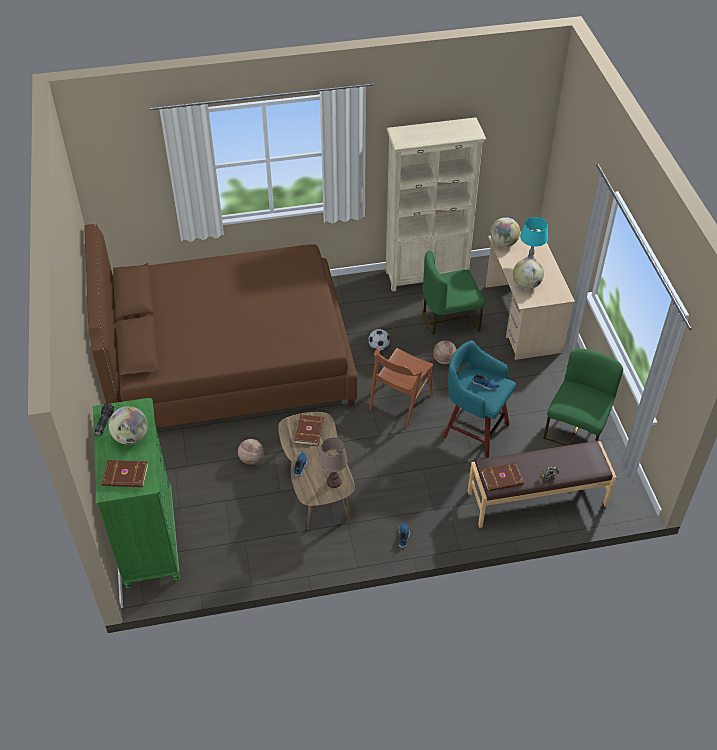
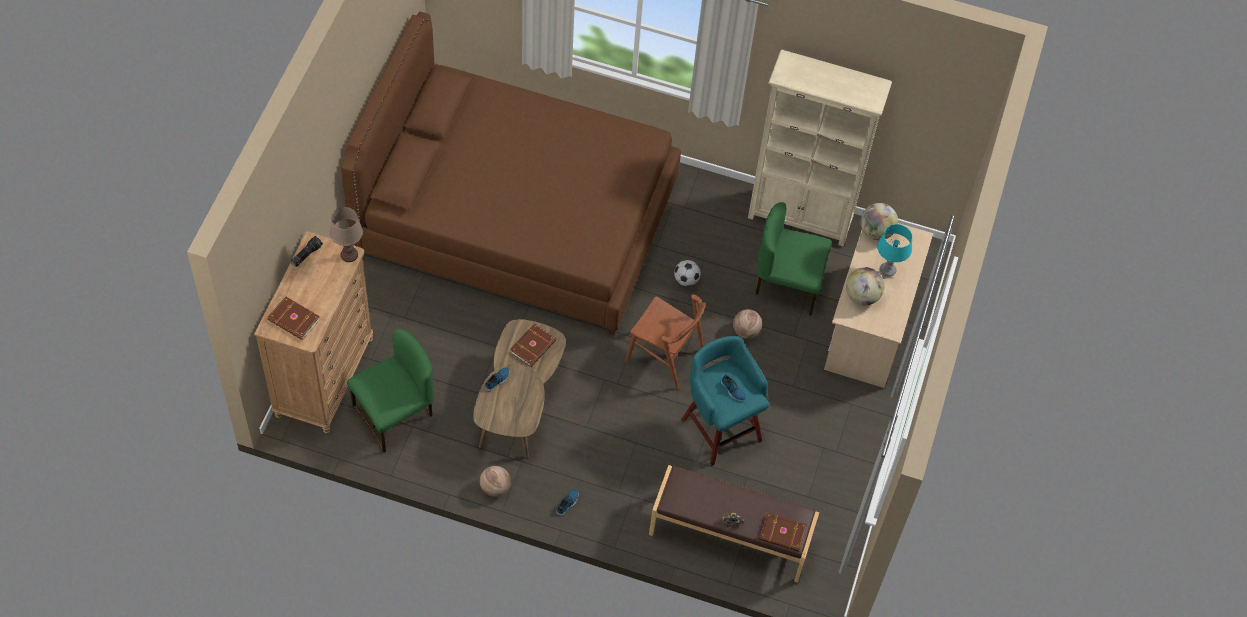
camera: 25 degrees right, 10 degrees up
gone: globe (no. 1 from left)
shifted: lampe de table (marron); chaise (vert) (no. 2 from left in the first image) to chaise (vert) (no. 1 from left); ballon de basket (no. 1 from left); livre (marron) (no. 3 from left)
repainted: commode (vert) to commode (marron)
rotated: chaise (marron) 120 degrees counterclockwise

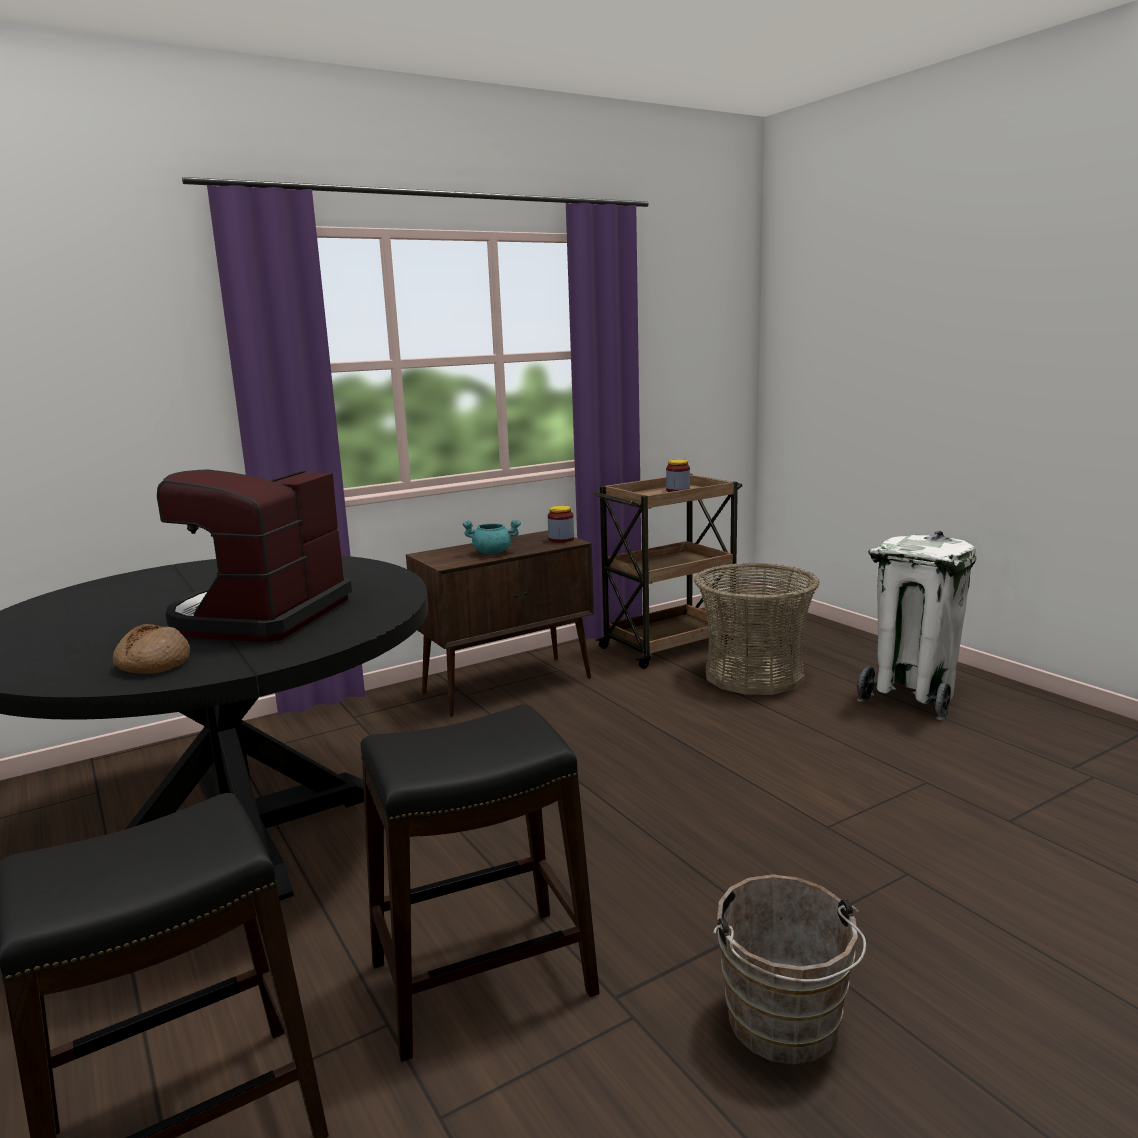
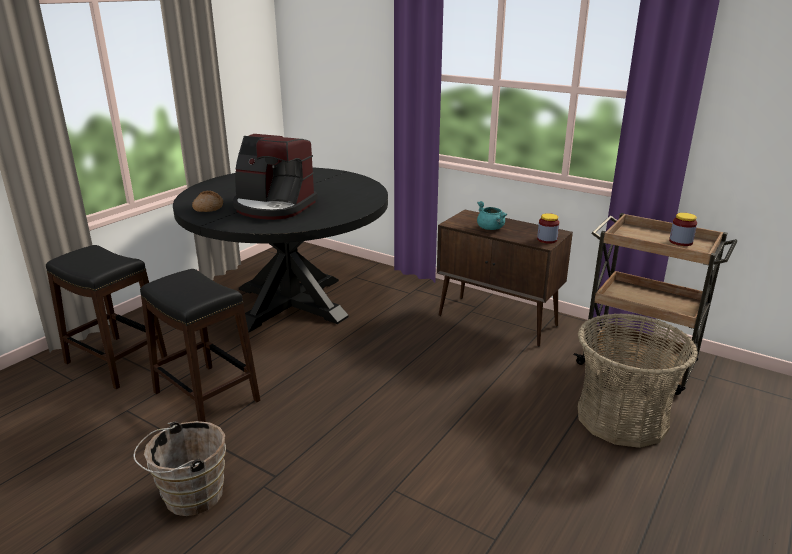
camera: 65 degrees right, 10 degrees up
gone: poubelle (blanc)
rotated: machine à café 150 degrees counterclockwise

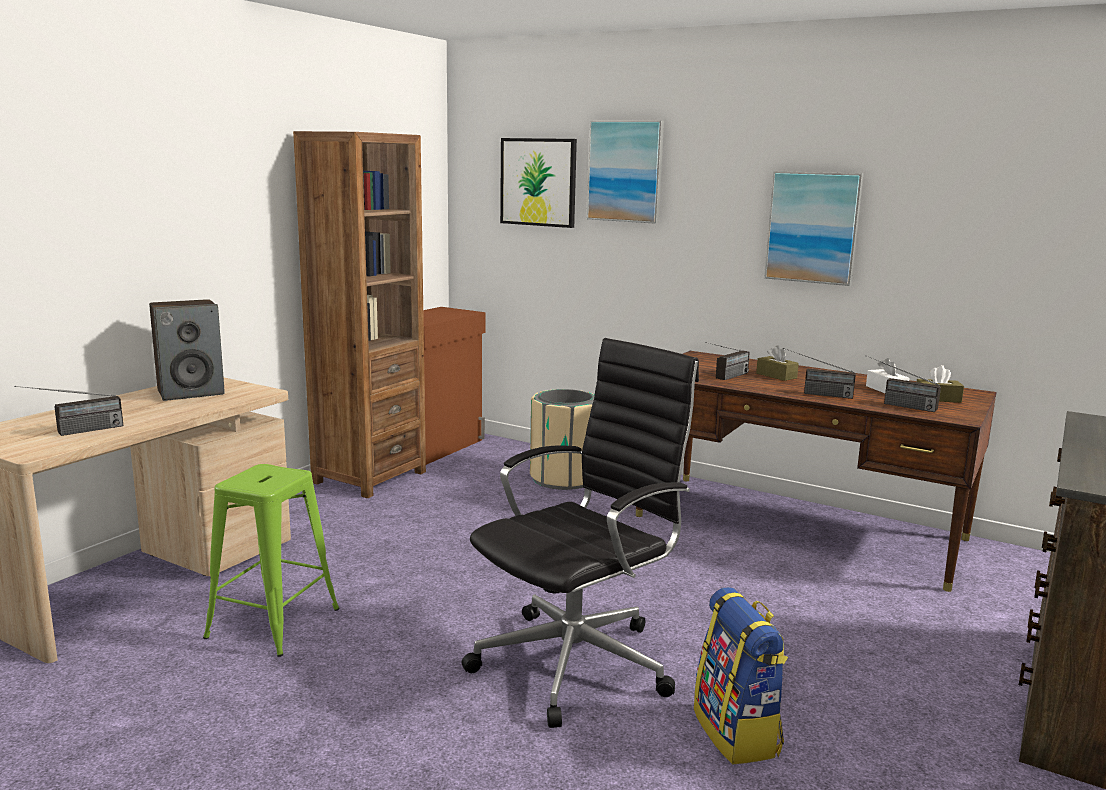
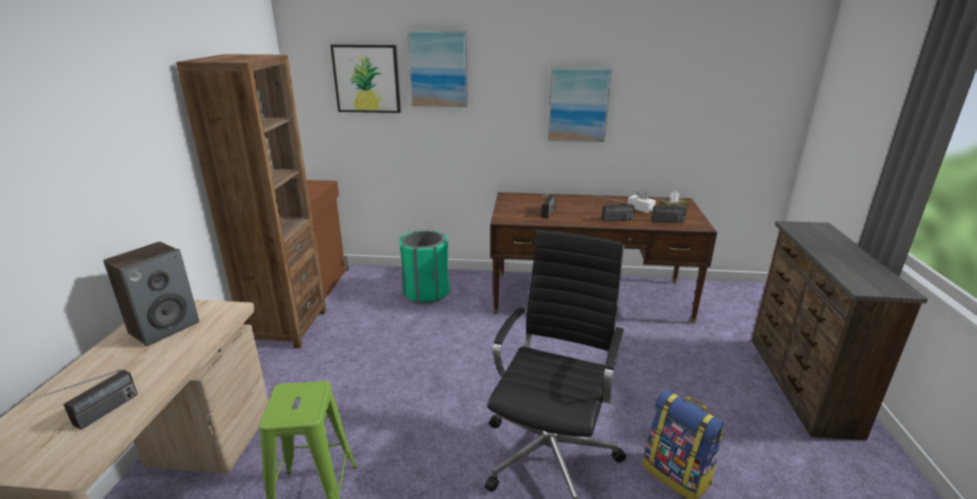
camera: 25 degrees left, 10 degrees up
gone: boîte à mouchoirs (marron) (no. 1 from left)
repainted: poubelle (beige) to poubelle (vert)

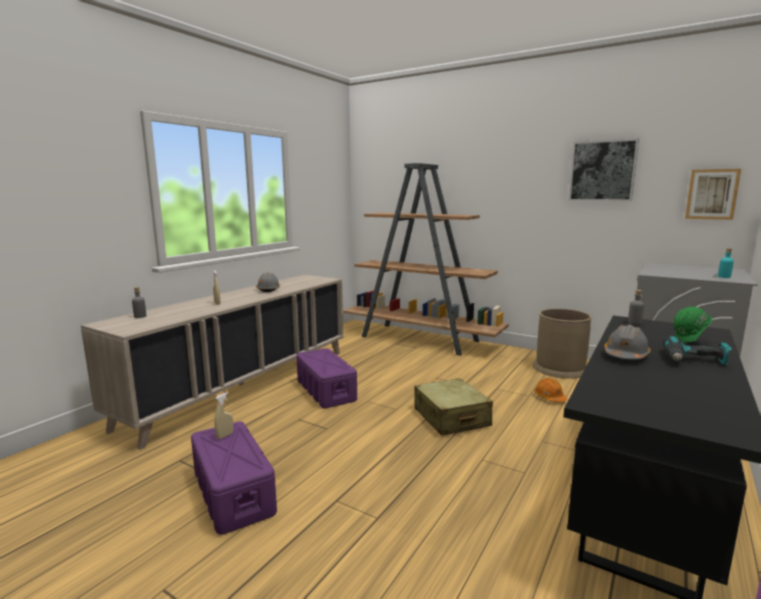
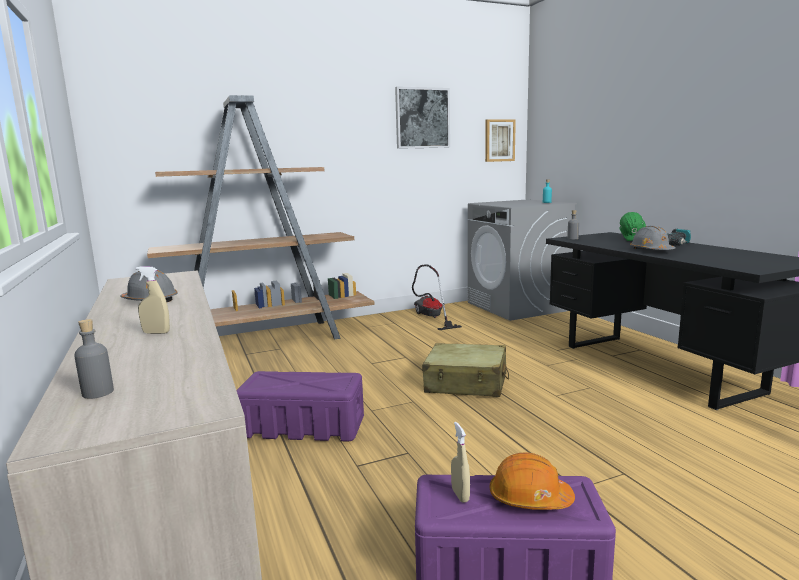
camera: 55 degrees left, 0 degrees up
shifted: casque de chantier (orange)
swapped: poubelle (marron) to aspirateur

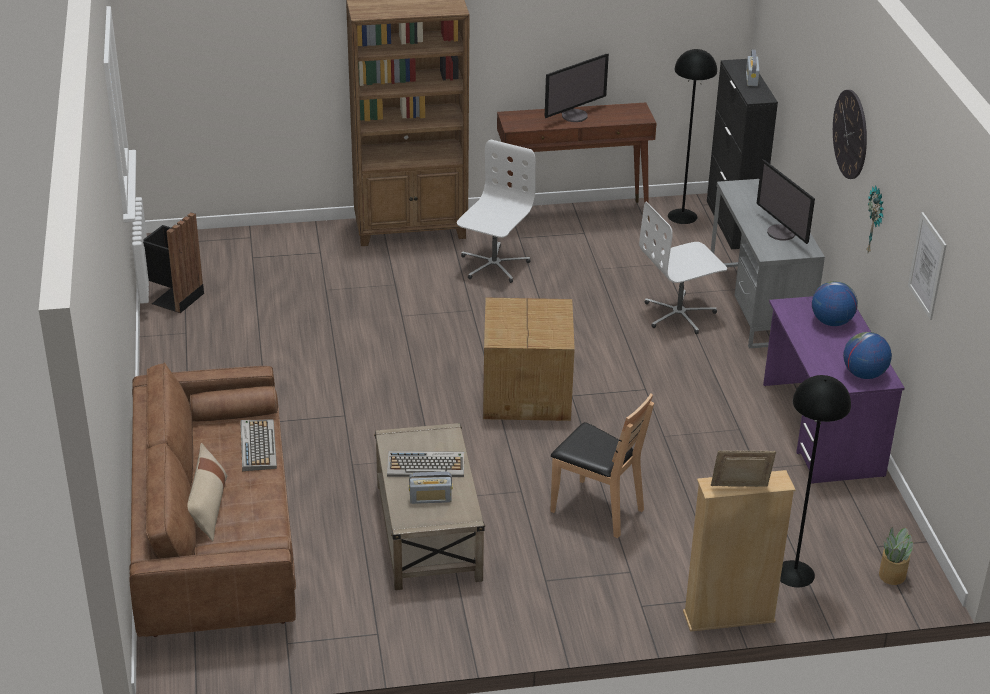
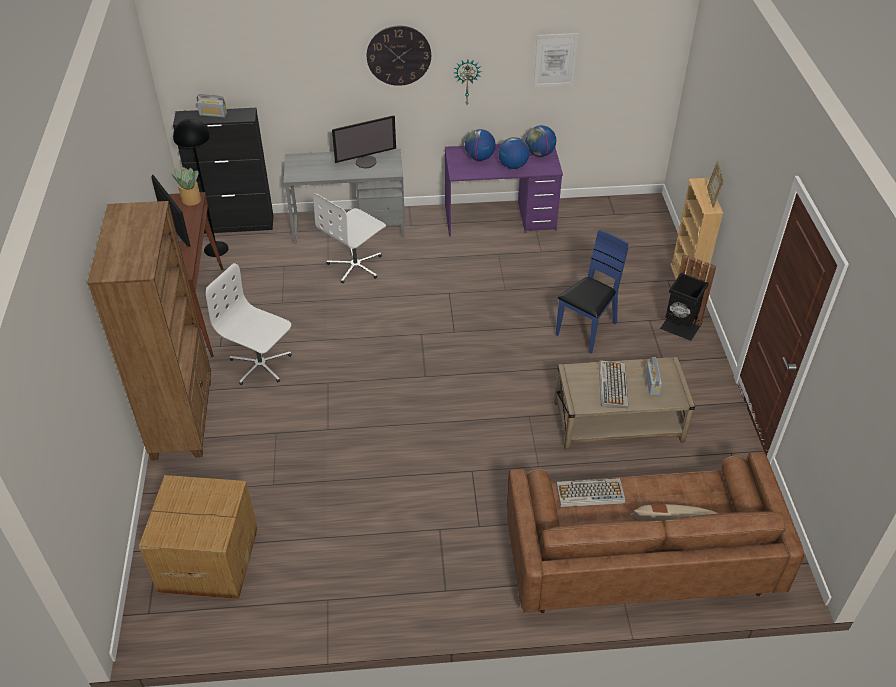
camera: 85 degrees left, 10 degrees up
gone: lampadaire (noir) (no. 2 from left)
new: globe (no. 2 from left)
shifted: carton; plante en pot; poubelle (noir)
repainted: chaise (marron) to chaise (bleu)
rotated: chaise de bureau (blanc) (no. 2 from left) 60 degrees clockwise

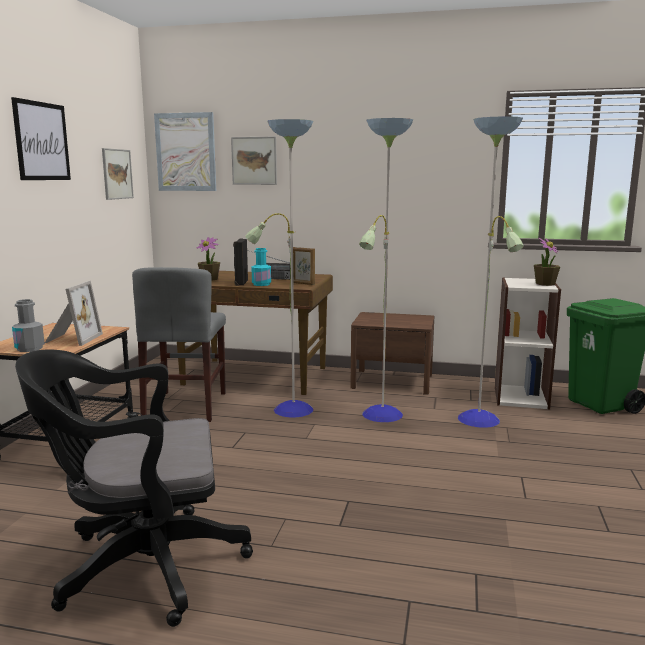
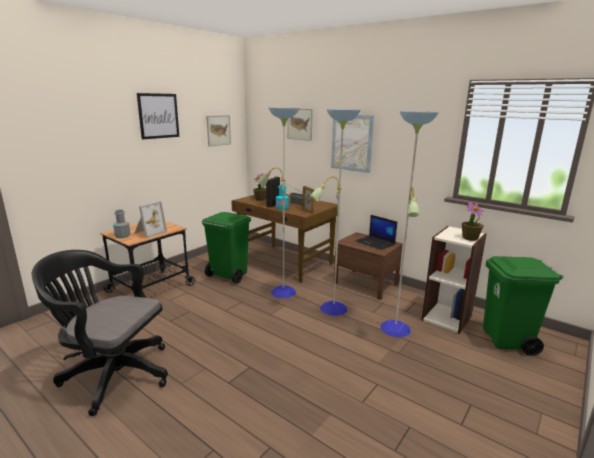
camera: 25 degrees right, 5 degrees up
new: ordinateur portable
shifted: tableau (no. 3 from left in the first image) to tableau (no. 4 from left)
swapped: chaise (gris) to poubelle (vert) (no. 1 from left)

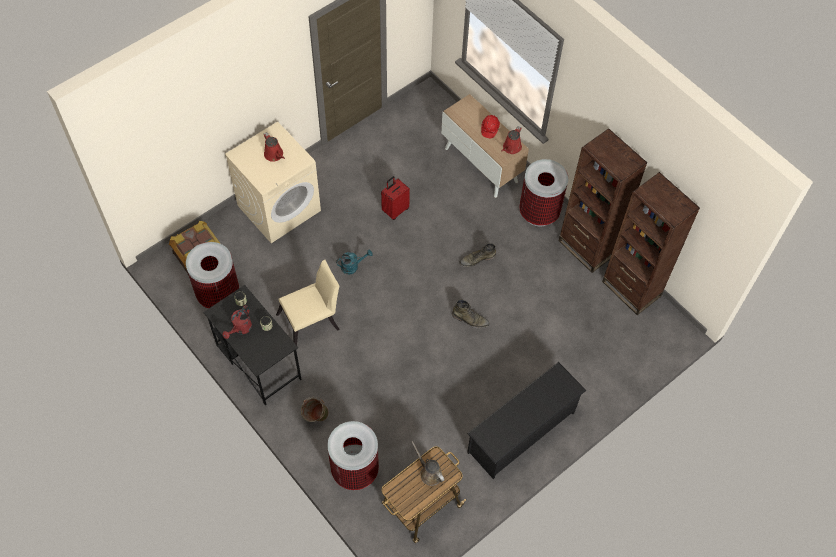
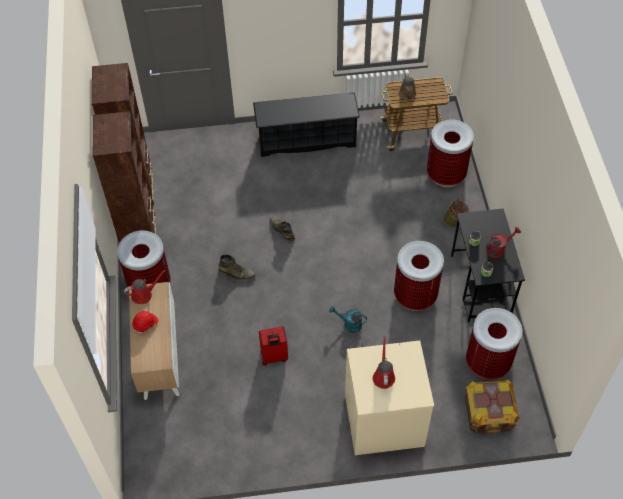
camera: 145 degrees left, 5 degrees down
swapped: chaise (beige) to poubelle (no. 2 from left)

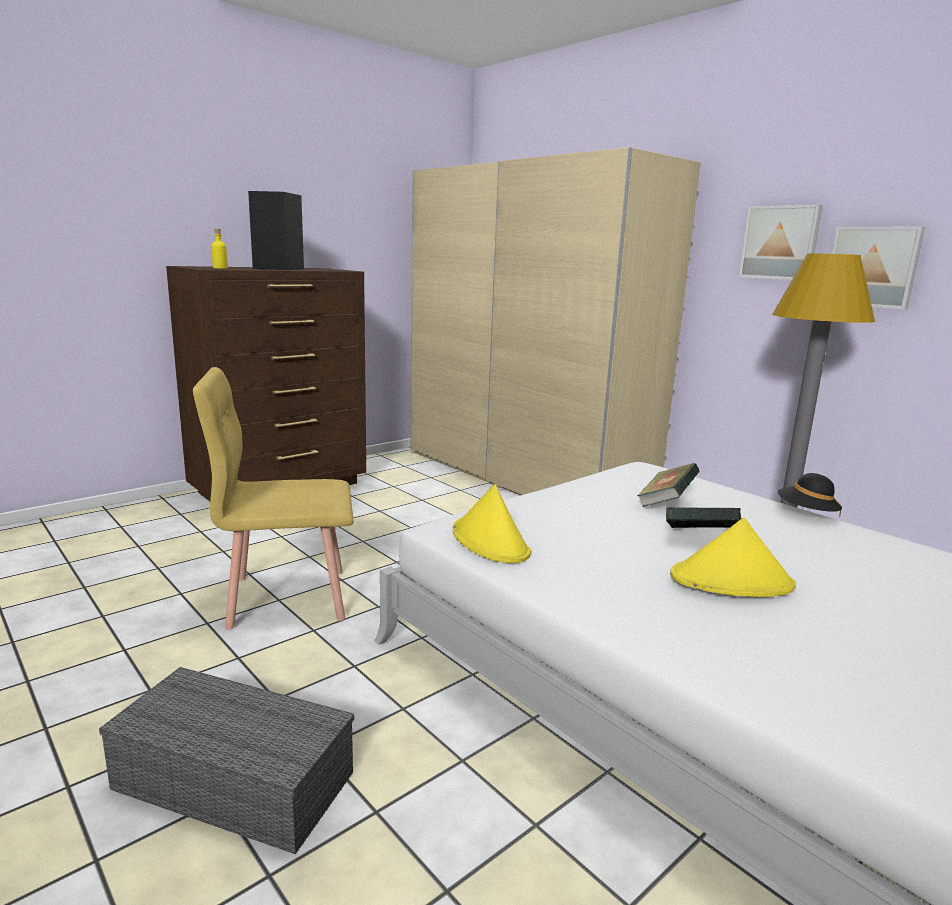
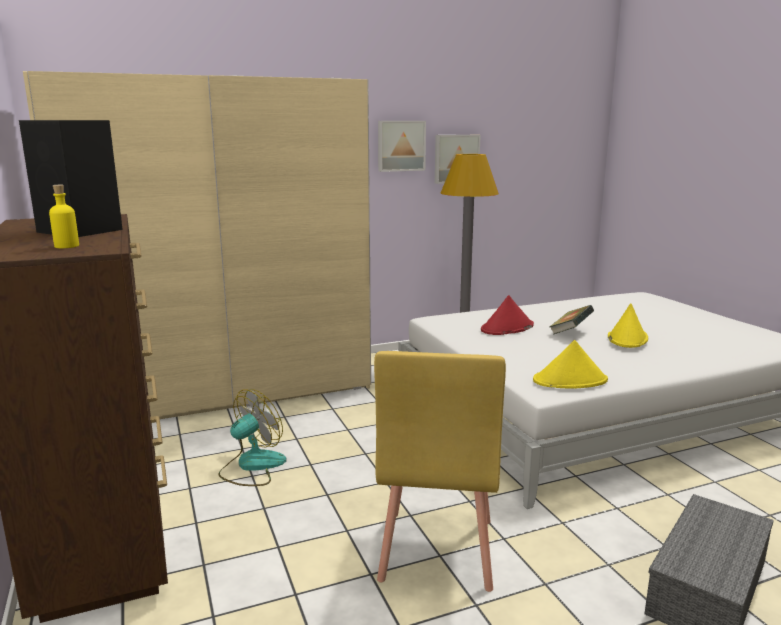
camera: 70 degrees left, 0 degrees up
gone: chapeau (noir)
new: ventilateur
swapped: livre (no. 1 from left) to chapeau (rouge)

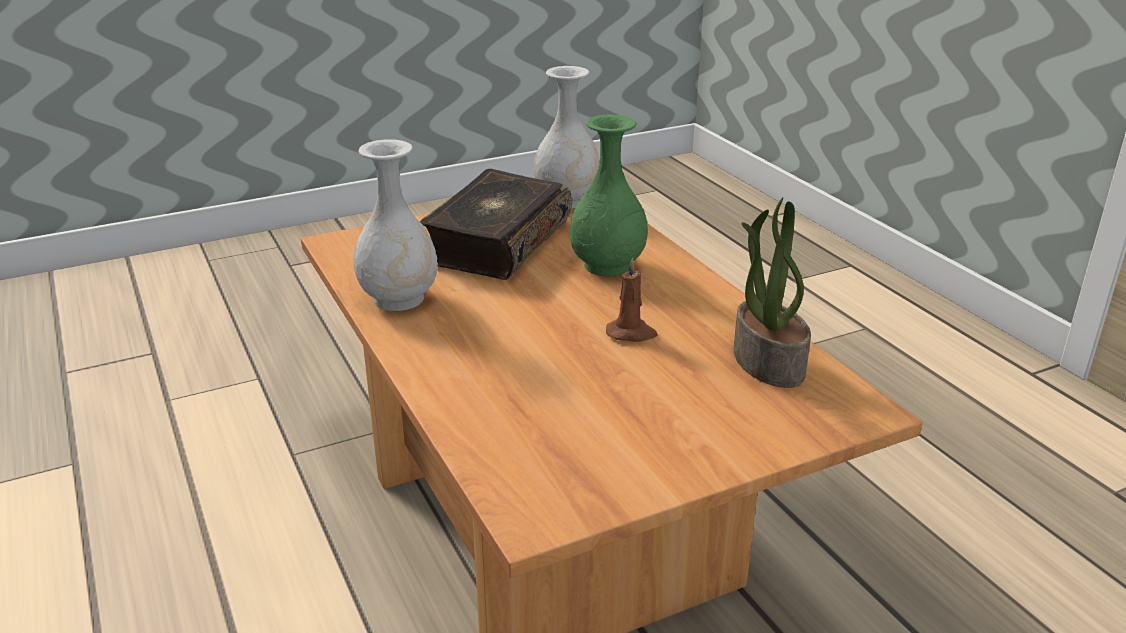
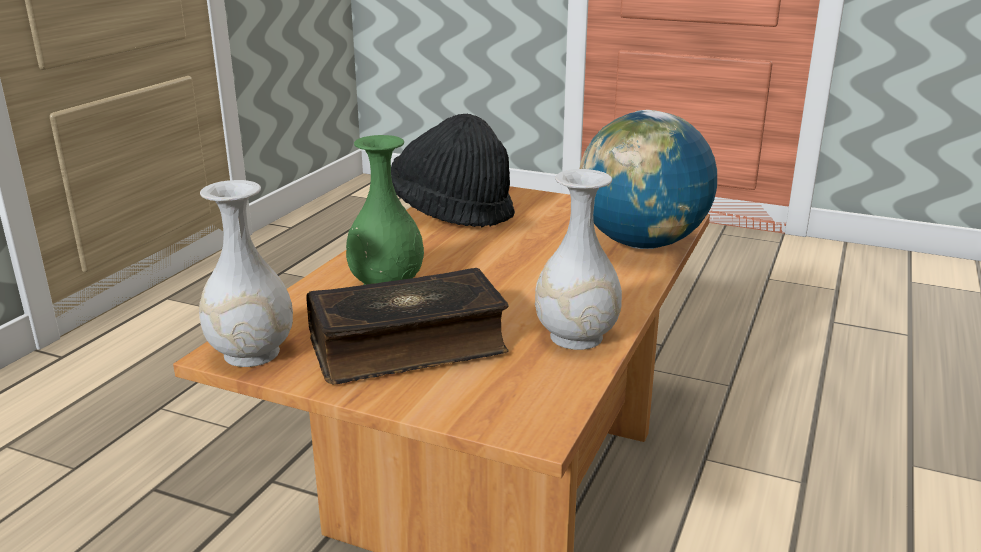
camera: 130 degrees left, 5 degrees down
gone: bougie (marron)
new: globe
swapped: plante en pot to chapeau (noir)

